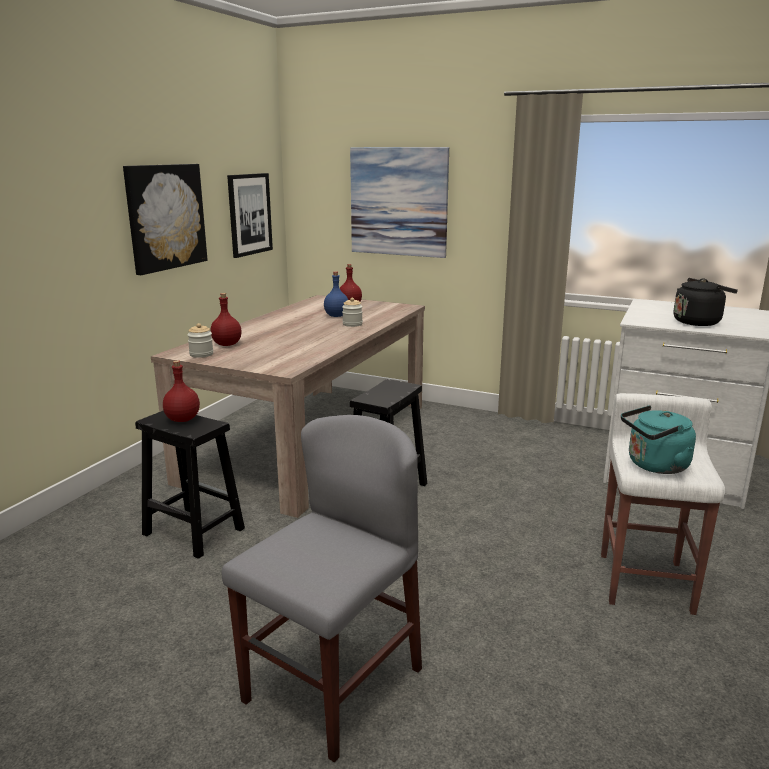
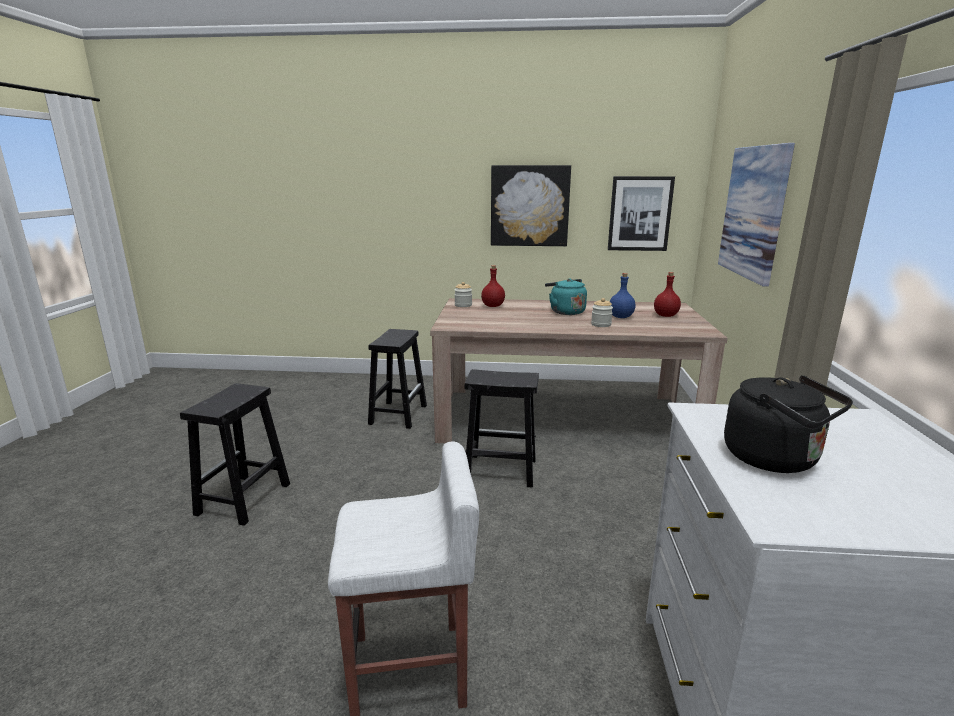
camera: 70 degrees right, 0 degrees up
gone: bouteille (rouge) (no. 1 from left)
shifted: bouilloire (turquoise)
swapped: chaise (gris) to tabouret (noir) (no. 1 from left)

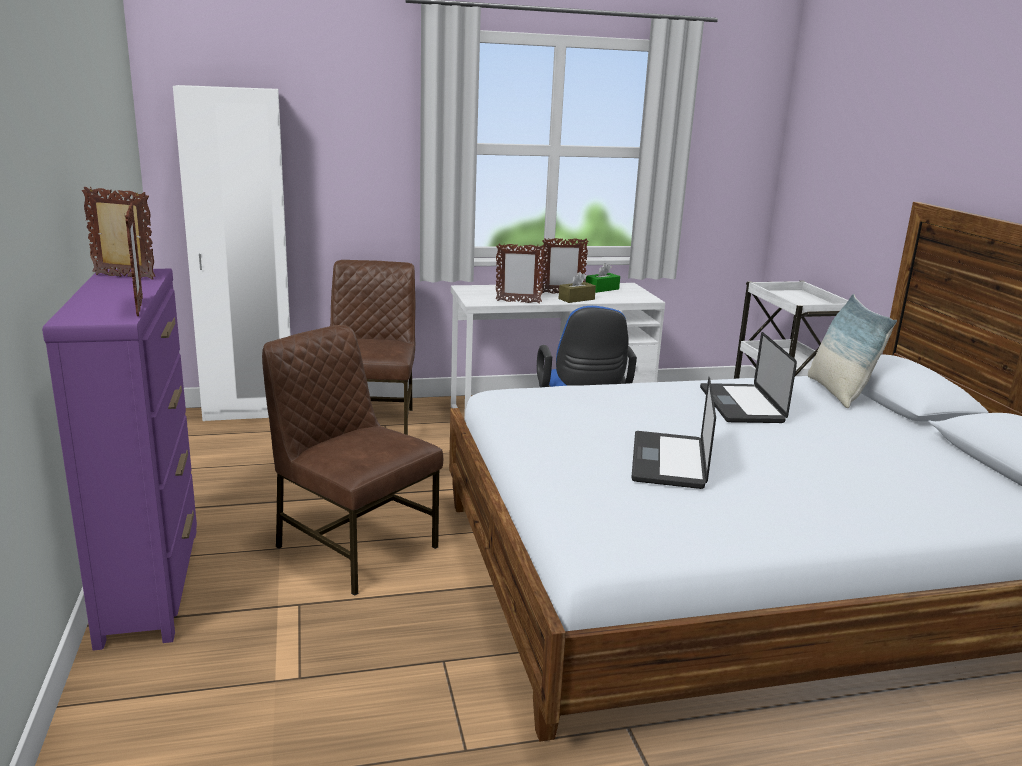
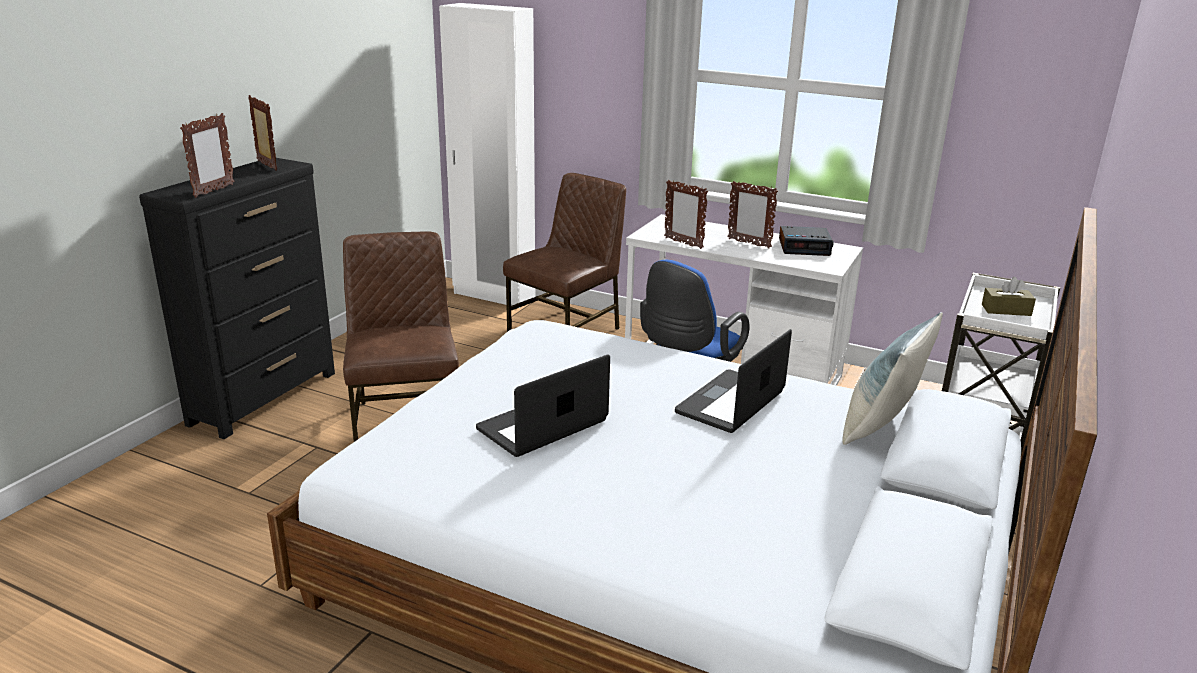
camera: 40 degrees right, 5 degrees up
shifted: boîte à mouchoirs (marron)
swapped: boîte à mouchoirs (vert) to réveil
repainted: commode (violet) to commode (noir)

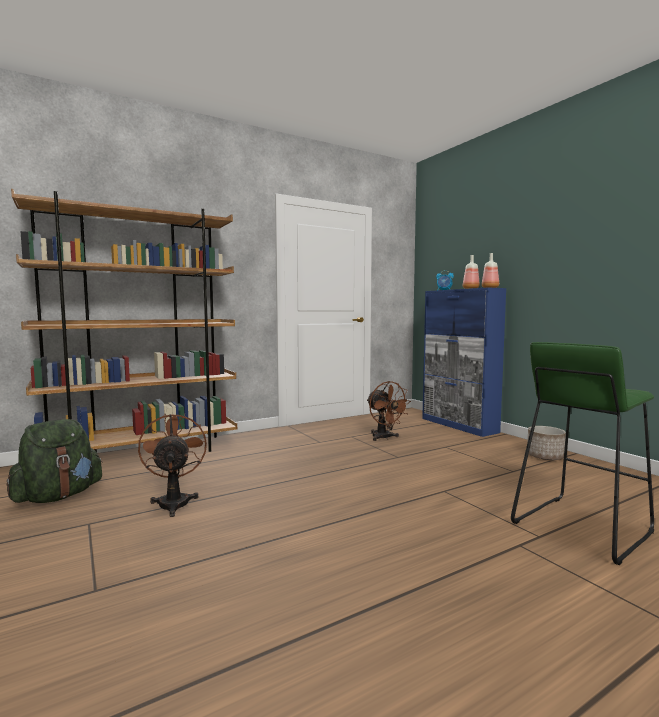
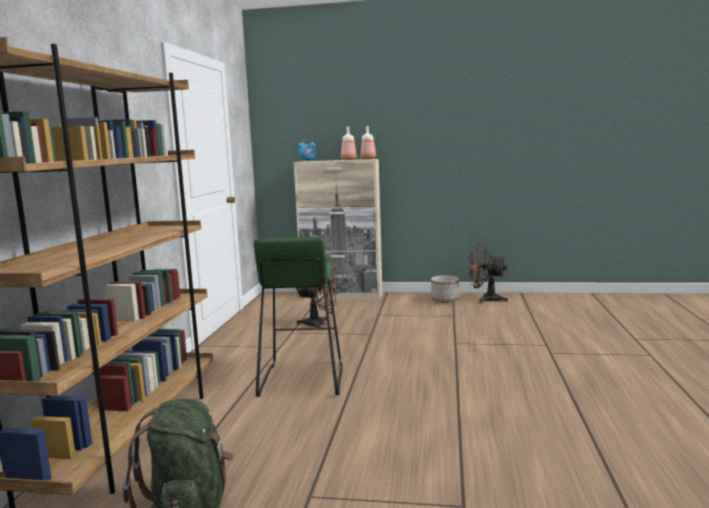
camera: 50 degrees left, 5 degrees up
shifted: tabouret (vert); ventilateur (marron) (no. 1 from left in the first image) to ventilateur (marron) (no. 2 from left)
repainted: meuble de rangement (bleu) to meuble de rangement (beige)

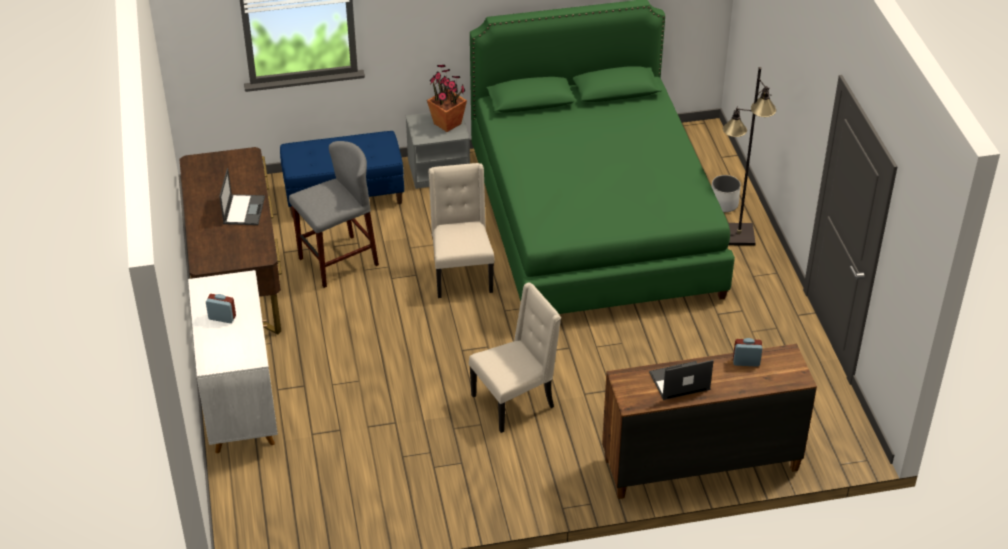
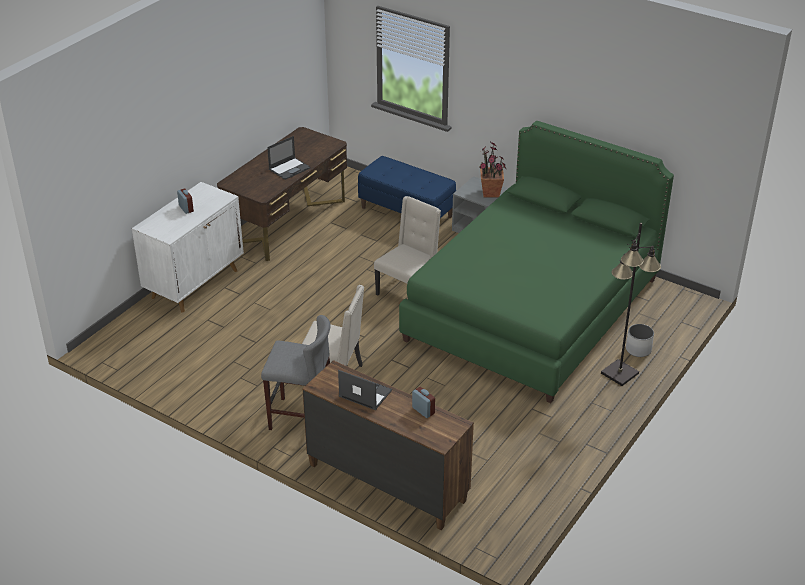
camera: 45 degrees right, 5 degrees down
shifted: tabouret (gris)

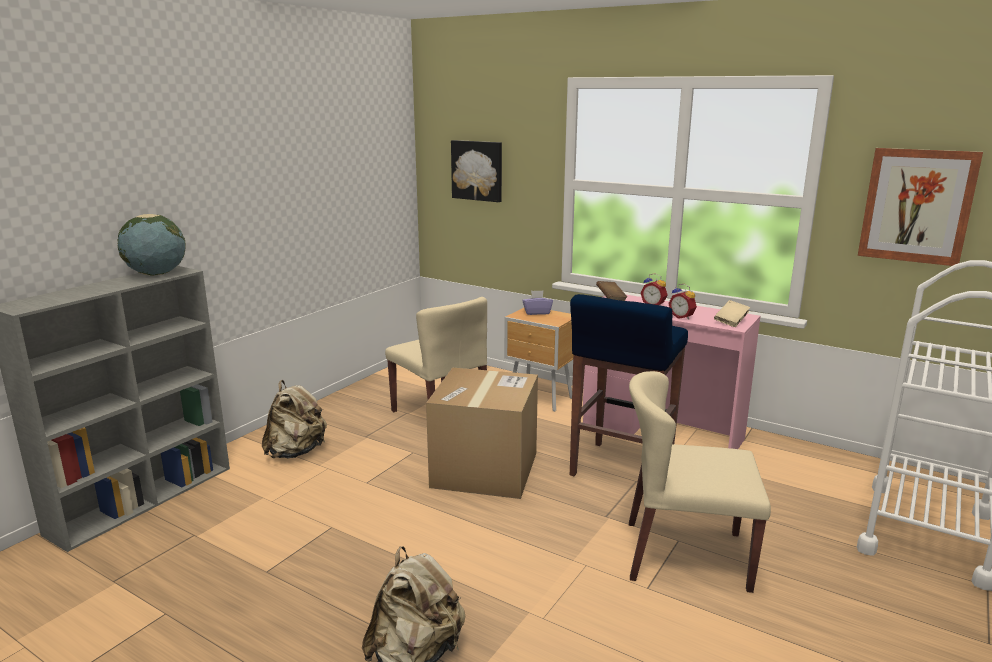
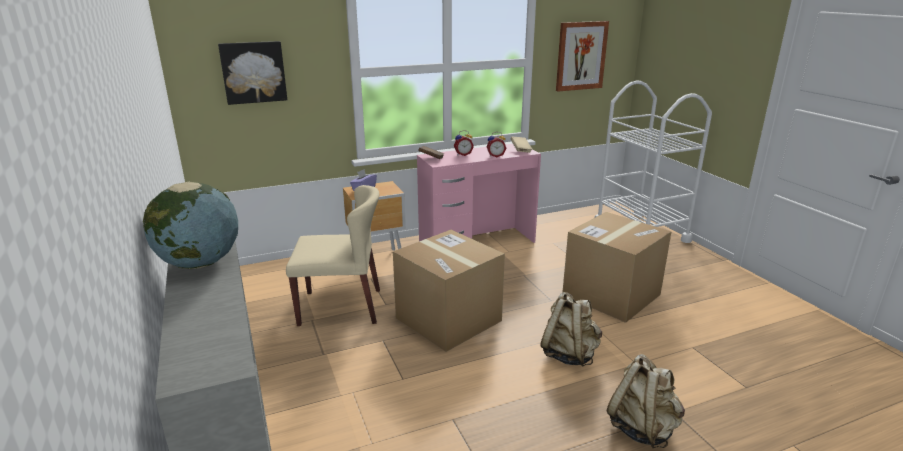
camera: 55 degrees left, 5 degrees up
gone: tabouret (bleu)
shifted: sac à dos (beige) (no. 1 from left)
swapped: chaise (beige) (no. 2 from left) to carton (no. 2 from left)

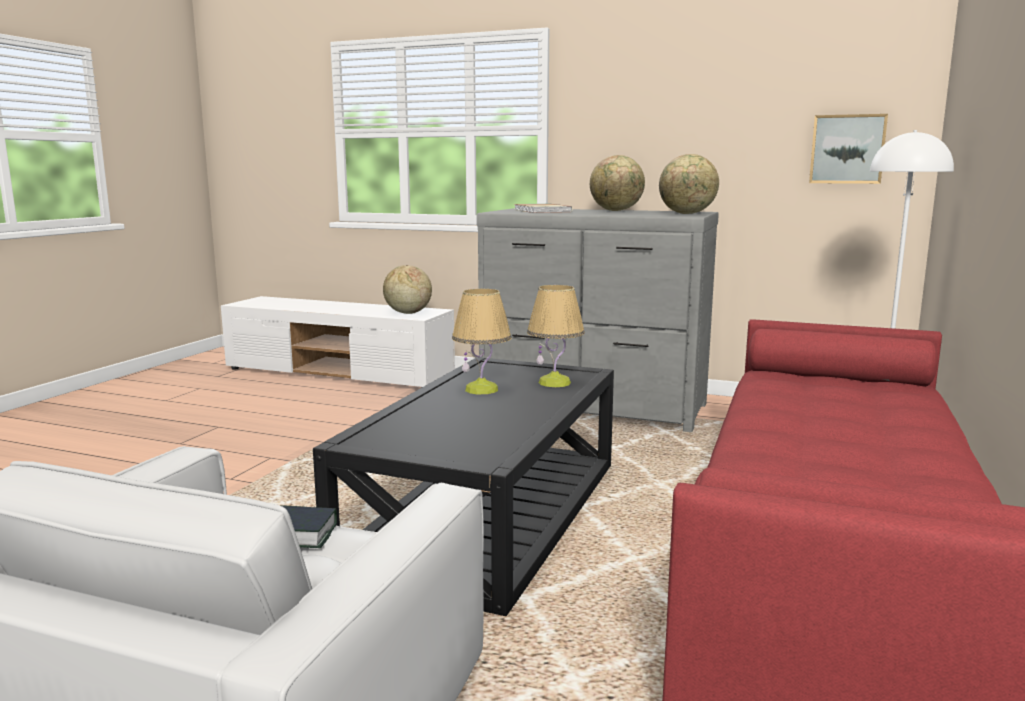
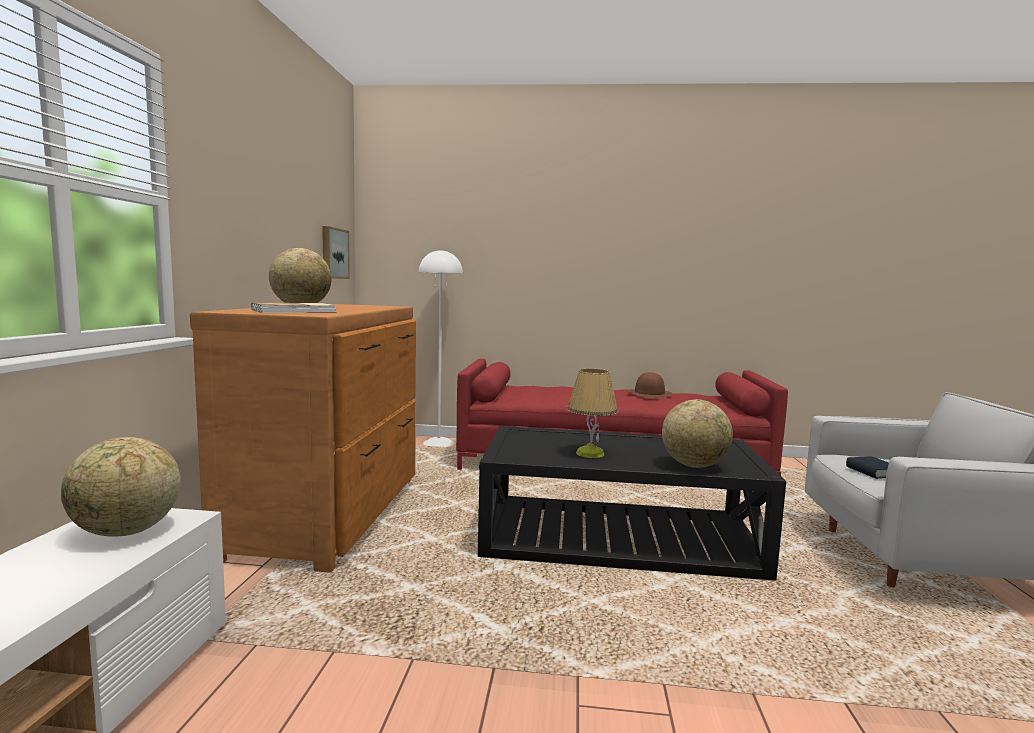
camera: 105 degrees left, 5 degrees down
gone: lampe de table (no. 2 from left)
new: chapeau (marron)
shifted: globe (no. 3 from left)
repainted: commode (gris) to commode (marron)

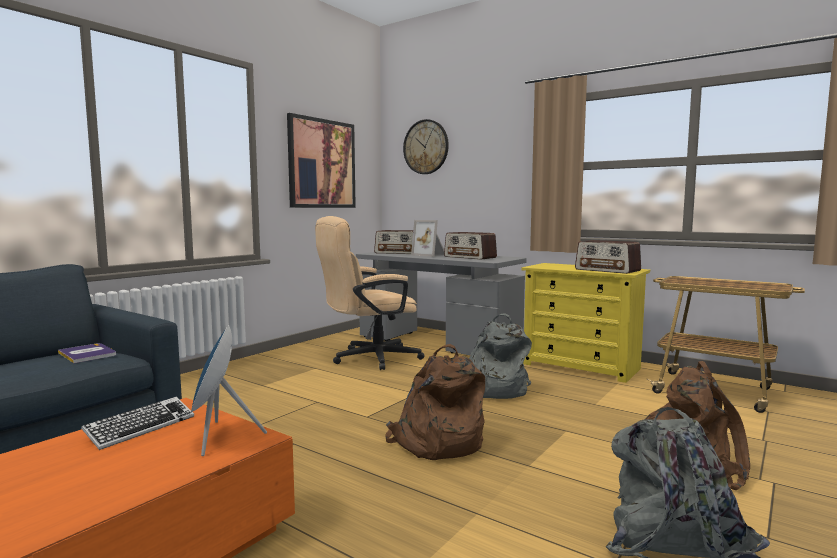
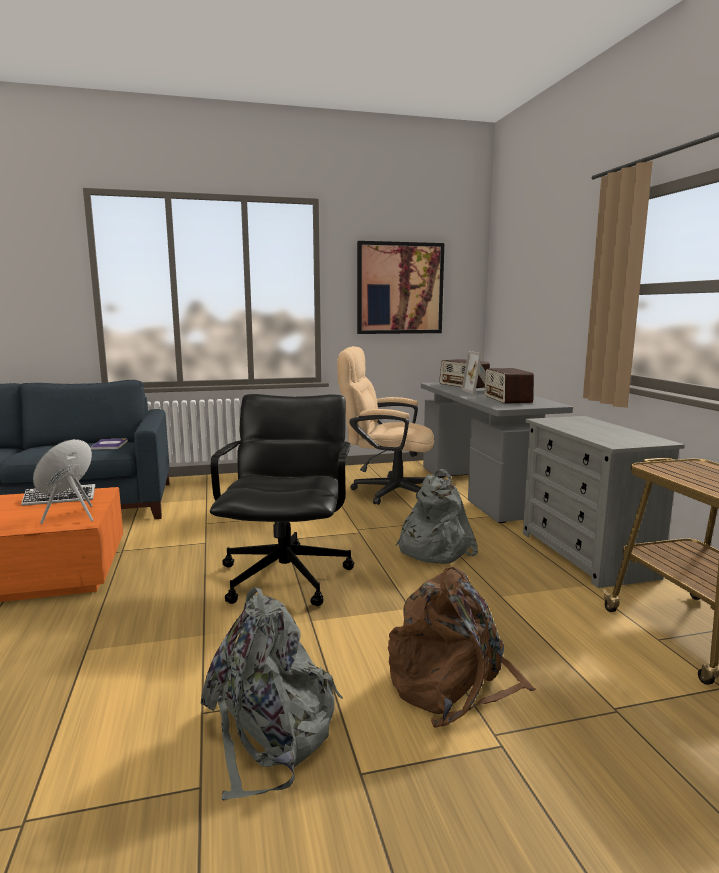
camera: 40 degrees right, 5 degrees up
gone: horloge murale; radio (no. 3 from left)
swapped: sac à dos (marron) (no. 1 from left) to chaise de bureau (noir)
repainted: commode (jaune) to commode (gris)

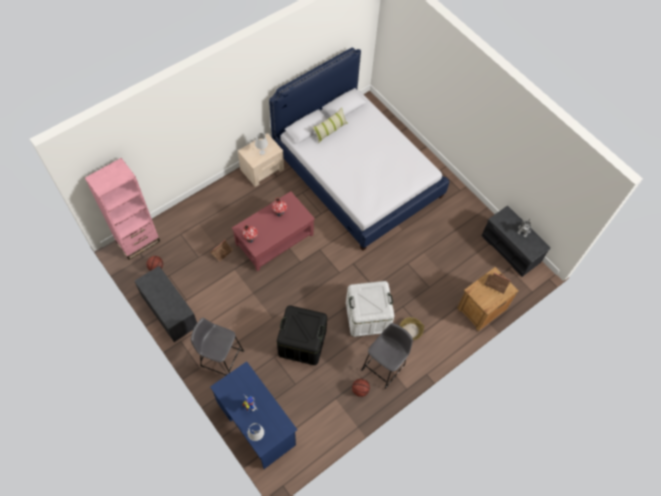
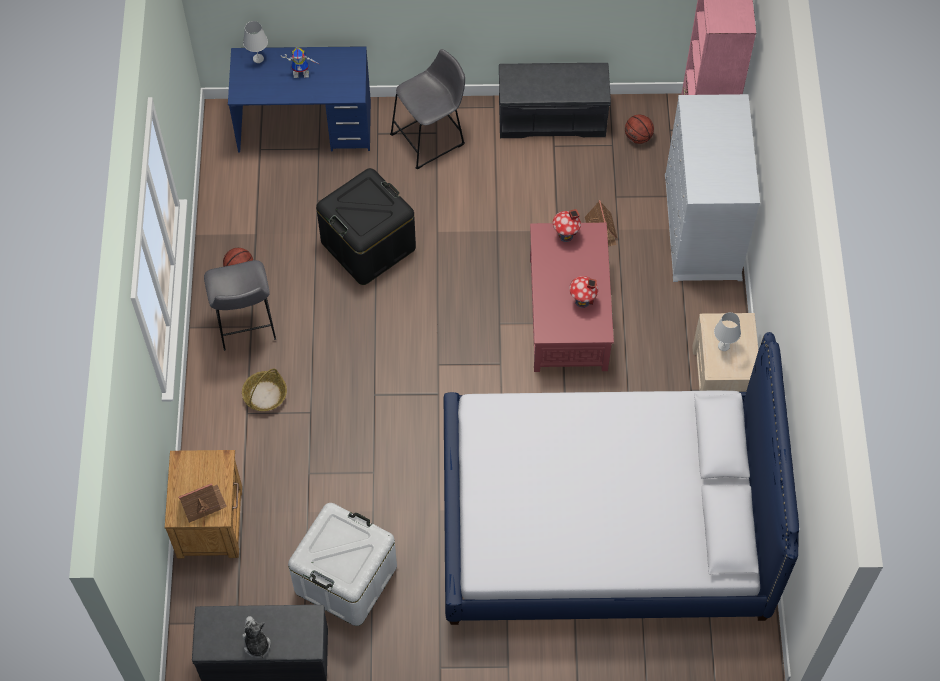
camera: 130 degrees right, 0 degrees up
gone: coussin
new: commode (blanc)
shifted: boîte de rangement (blanc)

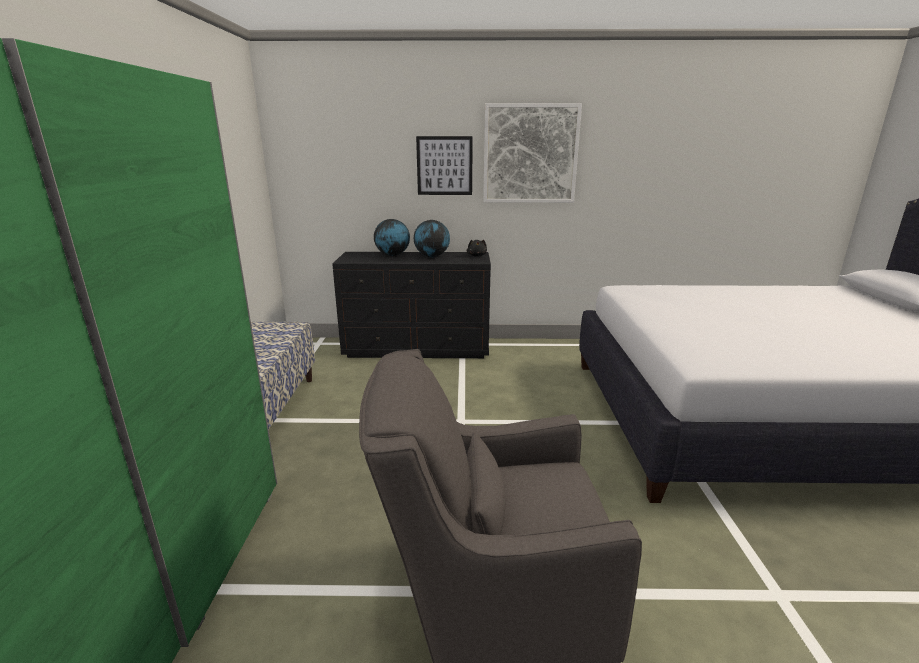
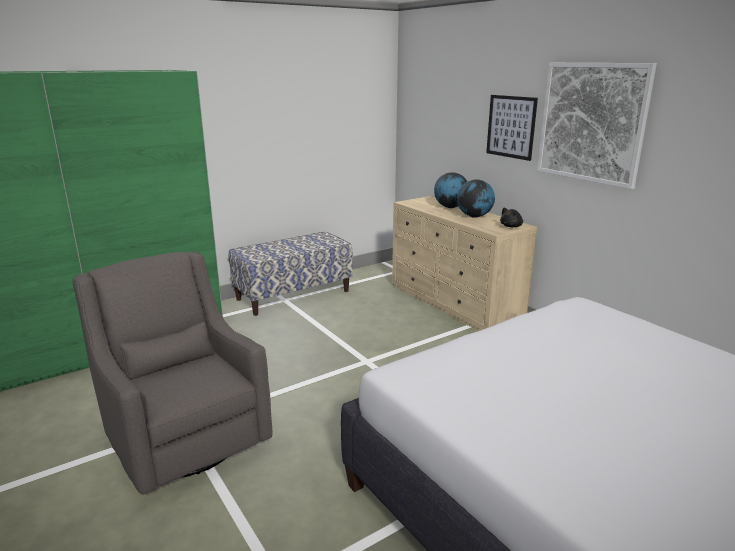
camera: 55 degrees right, 0 degrees up
repainted: commode (noir) to commode (beige)

